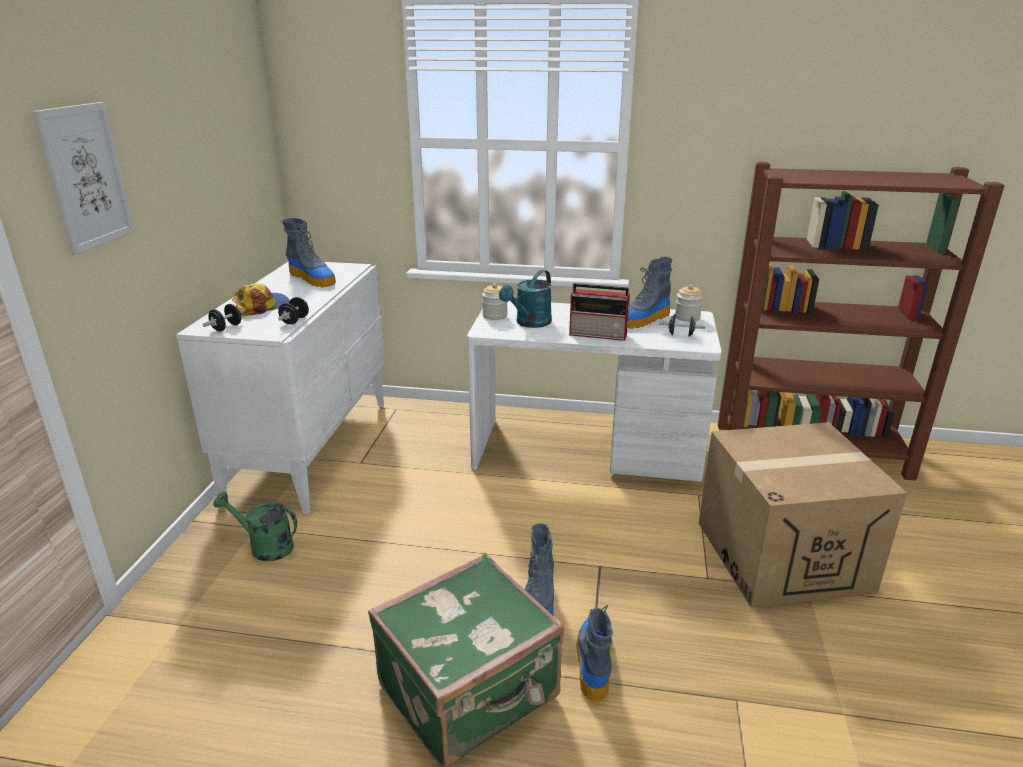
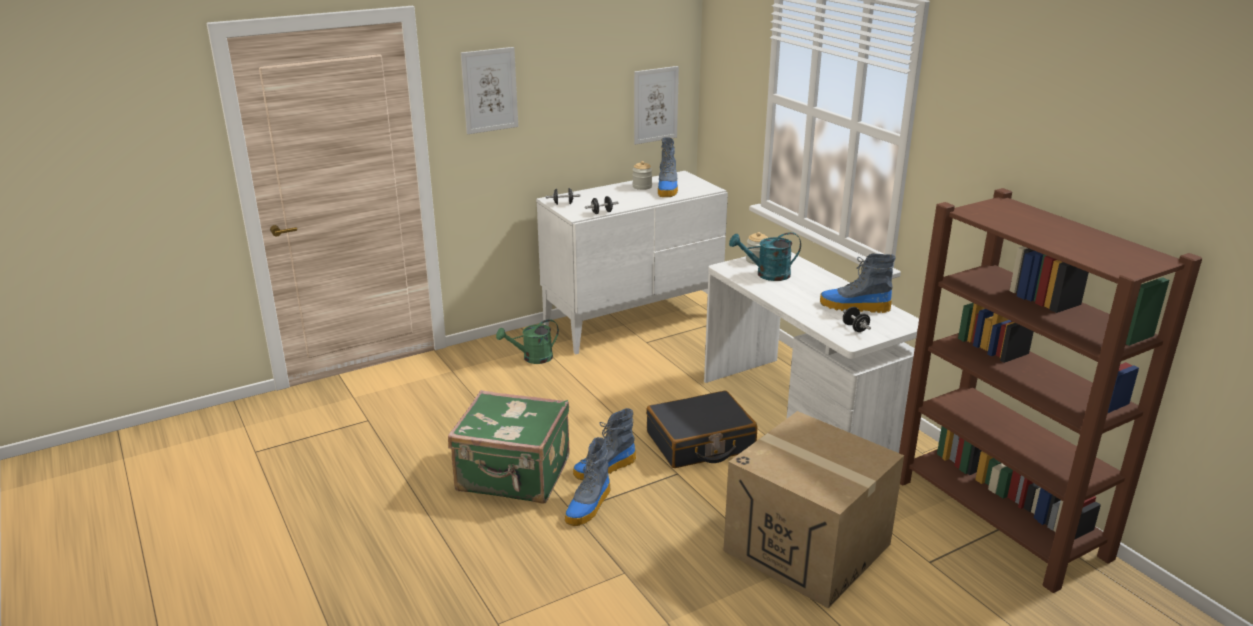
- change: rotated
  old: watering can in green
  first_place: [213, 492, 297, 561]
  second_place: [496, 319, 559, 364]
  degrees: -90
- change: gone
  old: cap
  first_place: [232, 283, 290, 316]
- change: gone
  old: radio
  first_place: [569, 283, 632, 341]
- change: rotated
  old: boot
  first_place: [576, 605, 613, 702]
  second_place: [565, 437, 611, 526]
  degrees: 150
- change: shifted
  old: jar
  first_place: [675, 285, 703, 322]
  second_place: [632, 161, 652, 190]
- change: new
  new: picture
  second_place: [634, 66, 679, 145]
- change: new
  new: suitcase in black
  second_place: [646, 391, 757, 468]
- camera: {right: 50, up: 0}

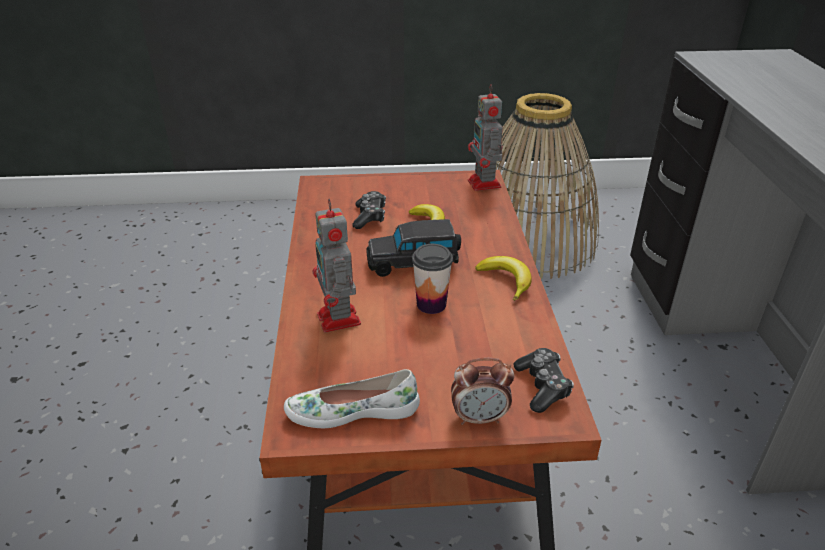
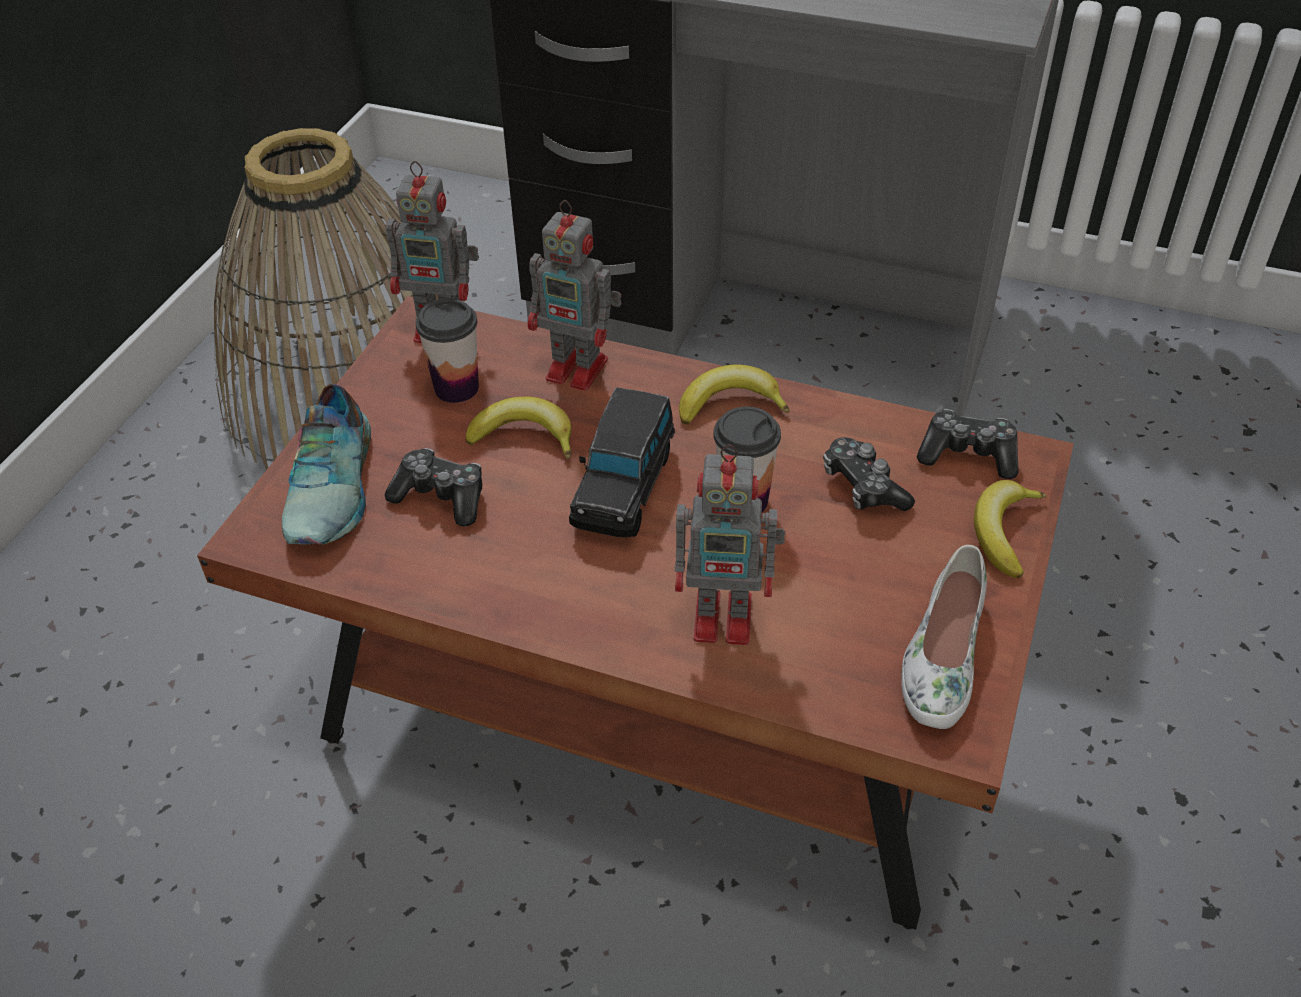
- change: swapped
  old: alarm clock
  new: banana
  first_place: [451, 358, 514, 425]
  second_place: [974, 480, 1047, 578]
- change: new
  new: shoe
  second_place: [282, 384, 371, 544]
- change: new
  new: cup
  second_place: [416, 299, 479, 403]
- change: new
  new: toy robot
  second_place: [527, 200, 622, 391]
- change: new
  new: game controller
  second_place: [823, 437, 915, 511]
- camera: {right: -65, up: 10}

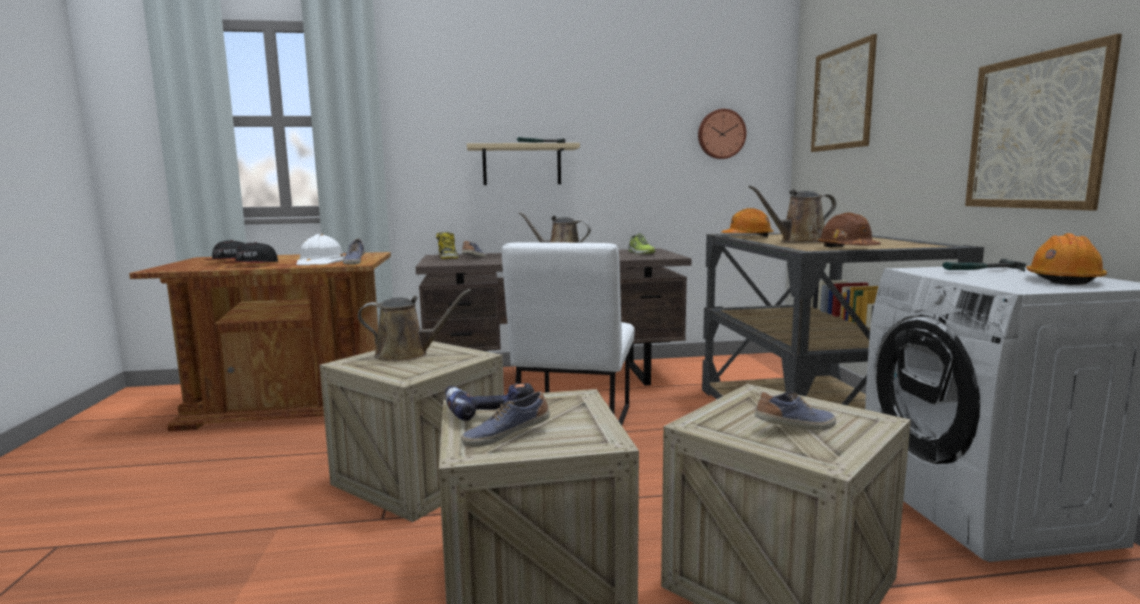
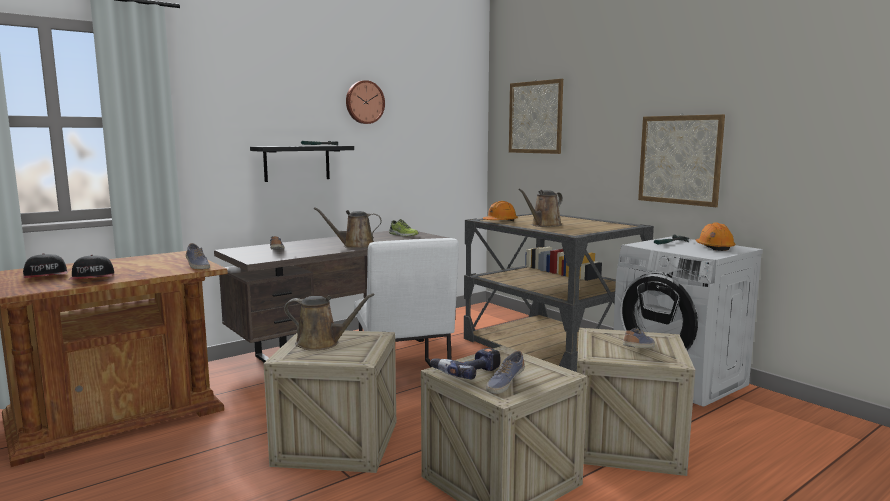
- change: gone
  old: hard hat in white
  first_place: [296, 234, 344, 265]
- change: rotated
  old: watering can in brown
  first_place: [358, 289, 471, 362]
  second_place: [284, 293, 375, 351]
  degrees: 45
- change: gone
  old: boot
  first_place: [436, 232, 458, 259]
- change: repainted
  old: shelf in beige
  new: shelf in black
  first_place: [467, 143, 580, 185]
  second_place: [250, 146, 354, 182]
- change: shifted
  old: wall clock
  first_place: [698, 109, 746, 159]
  second_place: [346, 80, 385, 124]
- change: gone
  old: hard hat in brown
  first_place: [818, 212, 881, 247]
- camera: {right: -30, up: 0}

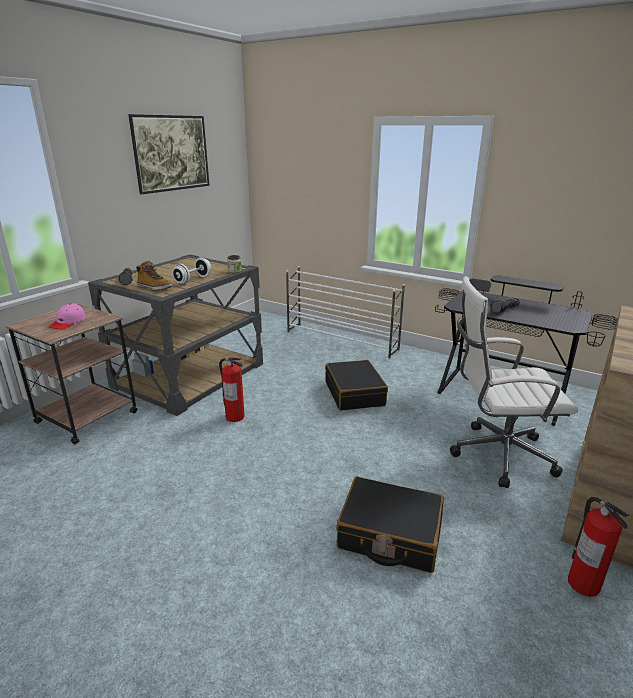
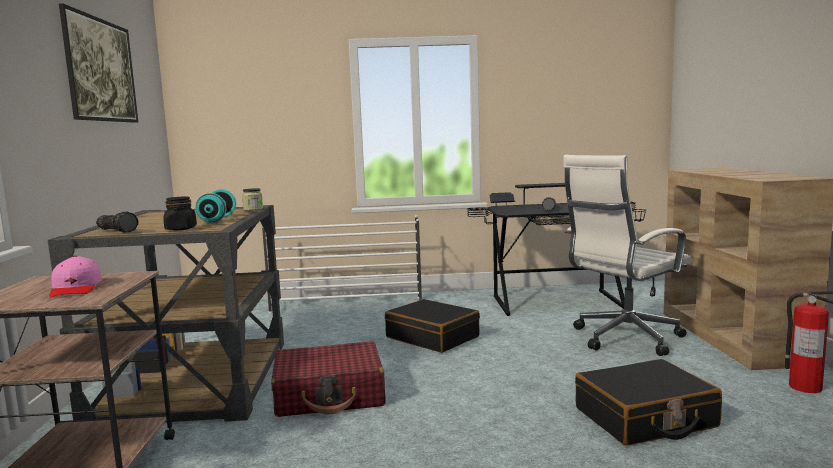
- change: swapped
  old: boot
  new: jar in black
  first_place: [136, 260, 173, 291]
  second_place: [163, 196, 197, 230]
- change: repainted
  old: dumbbell in white
  new: dumbbell in turquoise
  first_place: [172, 258, 211, 284]
  second_place: [195, 189, 236, 223]
- change: swapped
  old: fire extinguisher
  new: suitcase in red
  first_place: [219, 357, 245, 422]
  second_place: [271, 341, 386, 417]
- camera: {right: -35, up: -15}

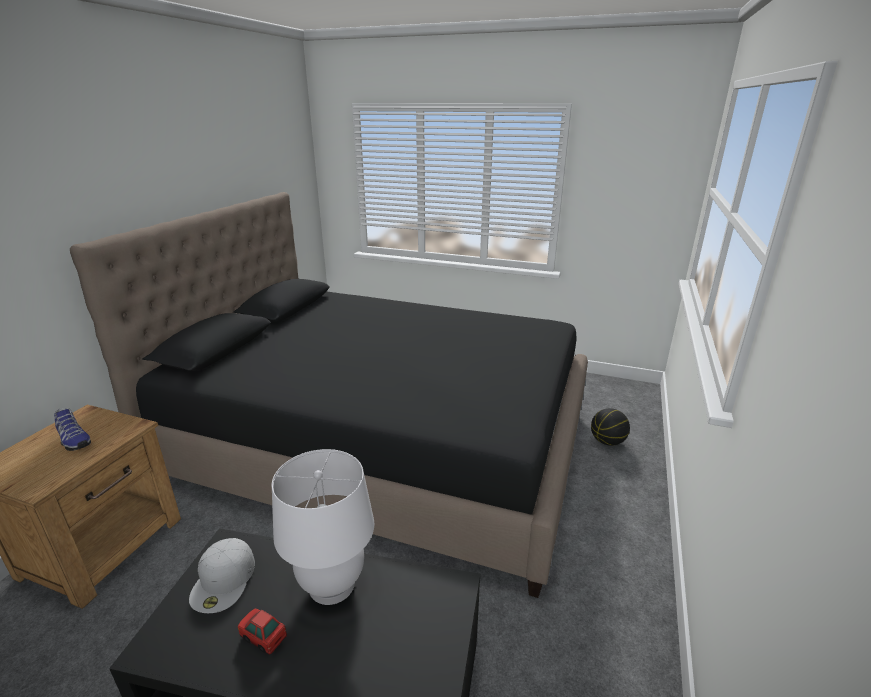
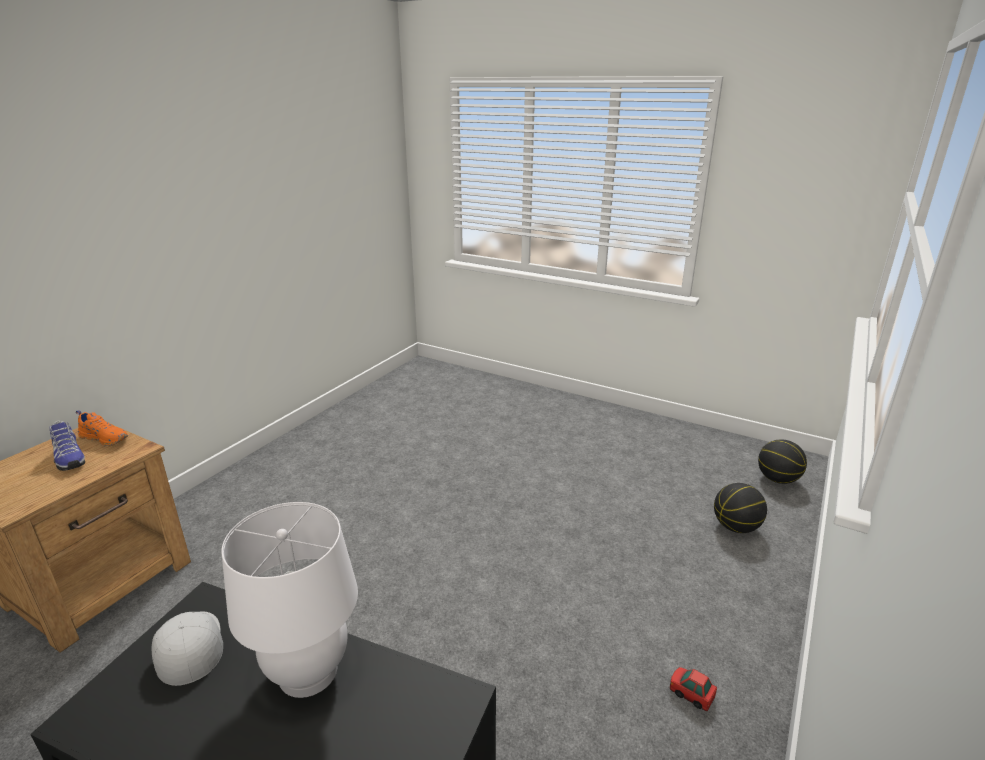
- change: gone
  old: bed in black
  first_place: [70, 192, 588, 598]
- change: rotated
  old: cap in white
  first_place: [189, 538, 255, 613]
  second_place: [152, 612, 223, 686]
  degrees: 135
- change: shifted
  old: toy car
  first_place: [238, 609, 287, 655]
  second_place: [670, 667, 717, 711]
- change: new
  new: shoe in orange
  second_place: [76, 410, 128, 446]
- change: new
  new: basketball
  second_place: [758, 439, 807, 484]
- camera: {right: 10, up: 0}

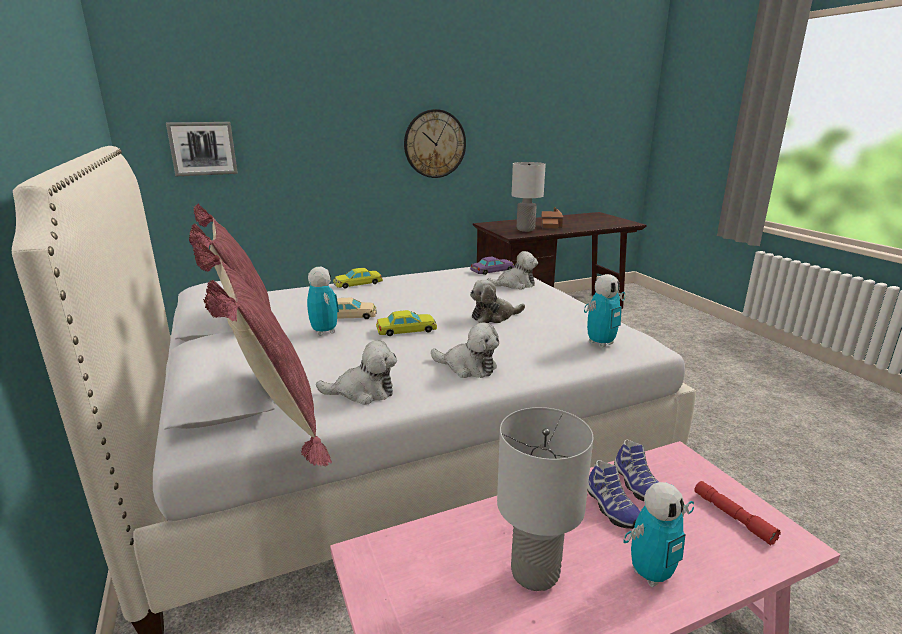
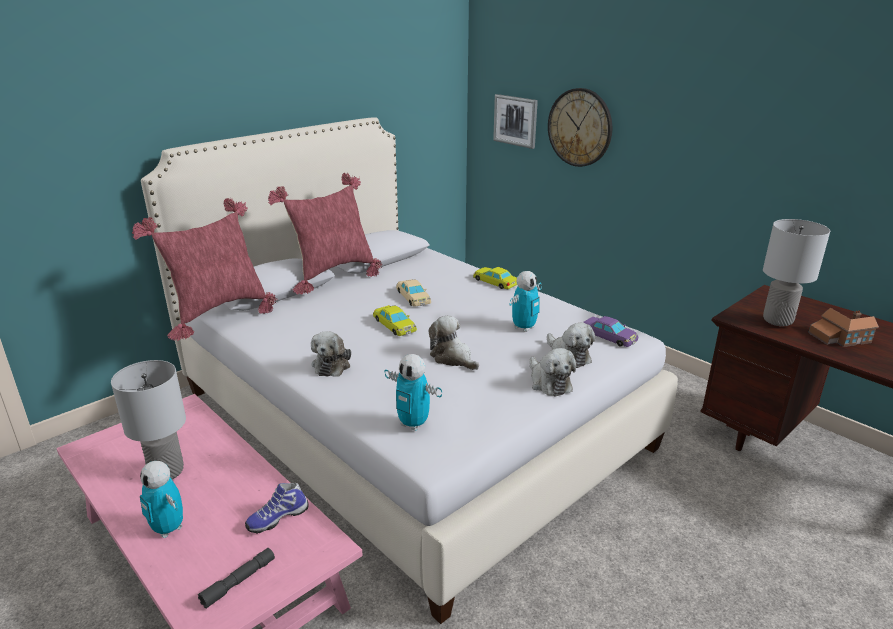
- change: shifted
  old: toy robot
  first_place: [307, 267, 339, 336]
  second_place: [509, 271, 542, 332]
- change: shifted
  old: plush toy
  first_place: [316, 341, 397, 405]
  second_place: [530, 348, 576, 396]
- change: shifted
  old: wall clock
  first_place: [404, 109, 466, 178]
  second_place: [548, 88, 612, 167]
- change: gone
  old: shoe
  first_place: [588, 460, 640, 529]
- change: repainted
  old: flashlight in red
  new: flashlight in grey
  first_place: [694, 481, 781, 545]
  second_place: [198, 548, 275, 609]
- camera: {right: 70, up: 5}

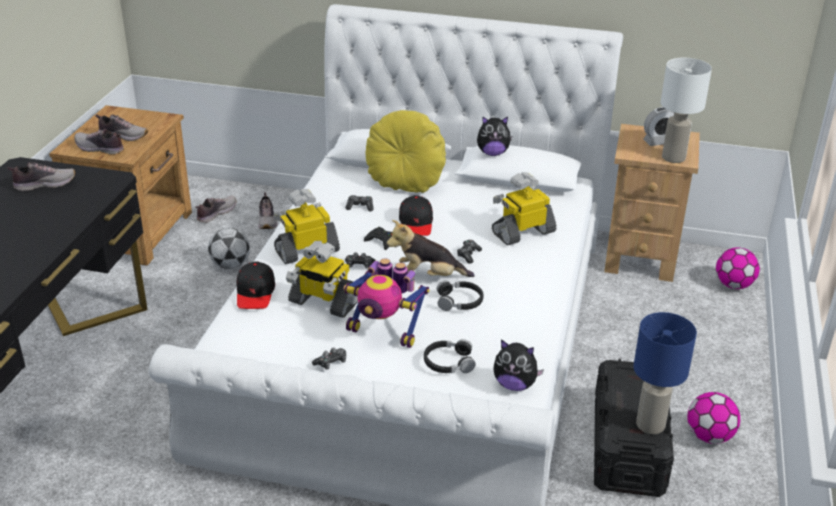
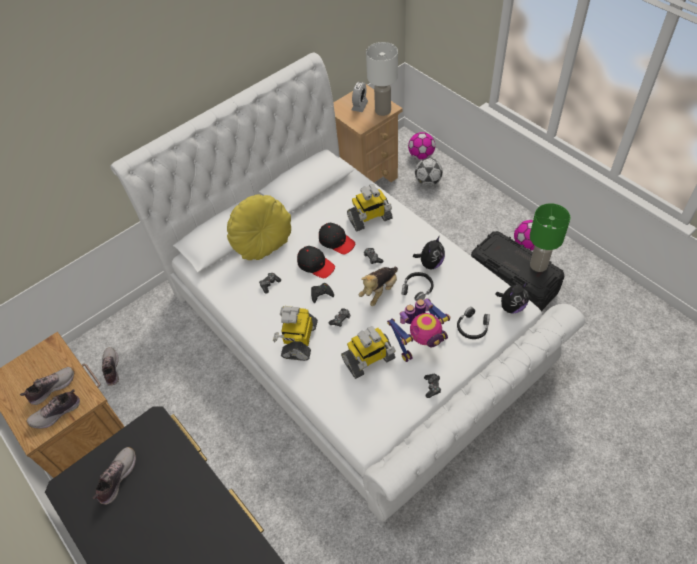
- change: shifted
  old: football
  first_place: [208, 228, 250, 269]
  second_place: [415, 158, 443, 186]
- change: shifted
  old: cap in black
  first_place: [236, 261, 275, 309]
  second_place: [319, 223, 355, 254]
- change: gone
  old: shoe
  first_place: [258, 193, 277, 229]
- change: shifted
  old: plush toy
  first_place: [477, 117, 512, 156]
  second_place: [413, 236, 445, 270]
- change: rotated
  old: toy robot
  first_place: [492, 172, 557, 245]
  second_place: [347, 184, 393, 231]
  degrees: -120
- change: repainted
  old: table lamp in blue
  new: table lamp in green
  first_place: [633, 312, 697, 434]
  second_place: [530, 203, 570, 272]
- camera: {right: -50, up: 20}

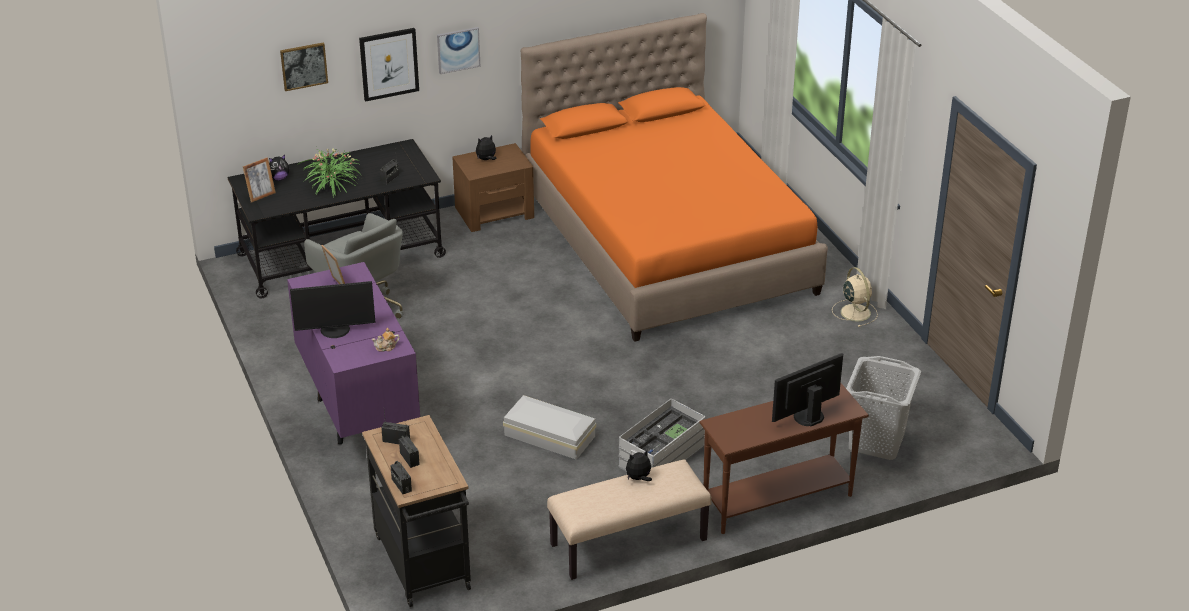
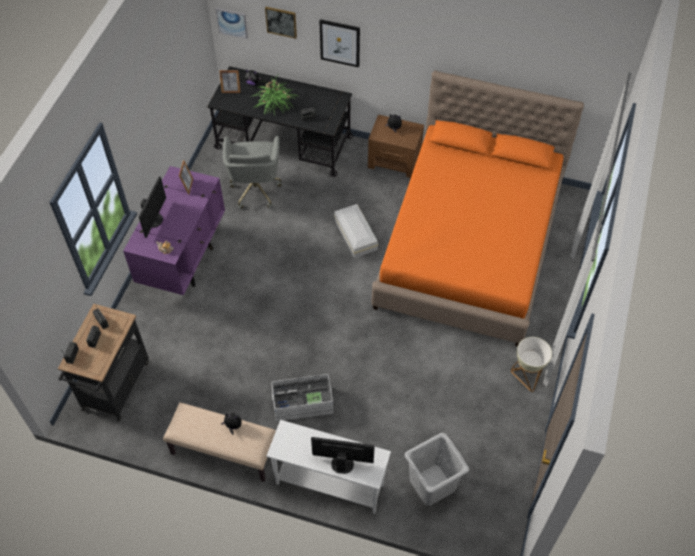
- change: rotated
  old: monitor
  first_place: [290, 281, 376, 338]
  second_place: [139, 176, 166, 238]
  degrees: -105
- change: shifted
  old: picture
  first_place: [437, 27, 480, 74]
  second_place: [216, 8, 248, 39]
- change: shifted
  old: storage box in white
  first_place: [503, 395, 596, 460]
  second_place: [334, 204, 378, 258]
- change: repainted
  old: console table in brown
  new: console table in white
  first_place: [700, 383, 869, 534]
  second_place: [266, 420, 391, 514]
- change: swapped
  old: fan in beige
  new: planter
  first_place: [832, 267, 878, 327]
  second_place: [511, 337, 552, 392]
- camera: {right: 40, up: 20}

